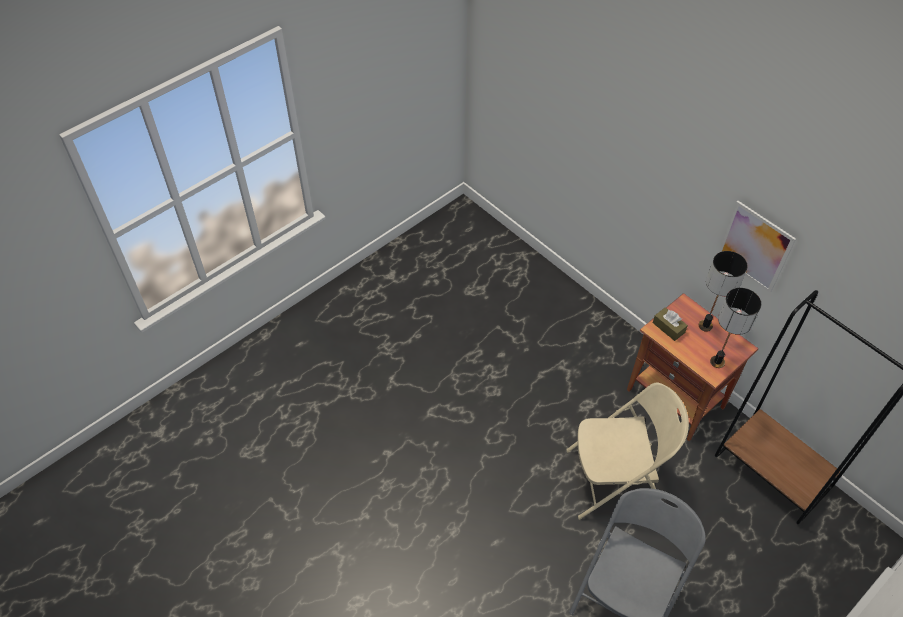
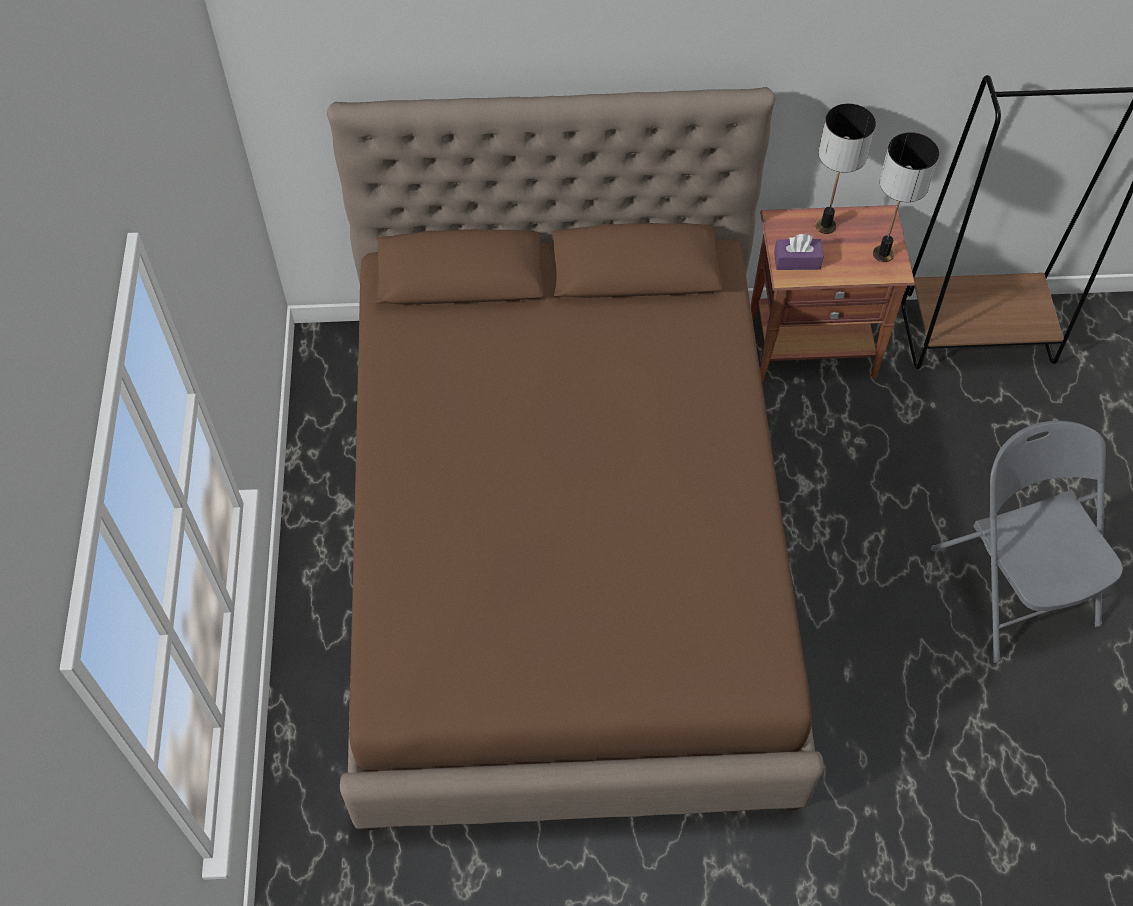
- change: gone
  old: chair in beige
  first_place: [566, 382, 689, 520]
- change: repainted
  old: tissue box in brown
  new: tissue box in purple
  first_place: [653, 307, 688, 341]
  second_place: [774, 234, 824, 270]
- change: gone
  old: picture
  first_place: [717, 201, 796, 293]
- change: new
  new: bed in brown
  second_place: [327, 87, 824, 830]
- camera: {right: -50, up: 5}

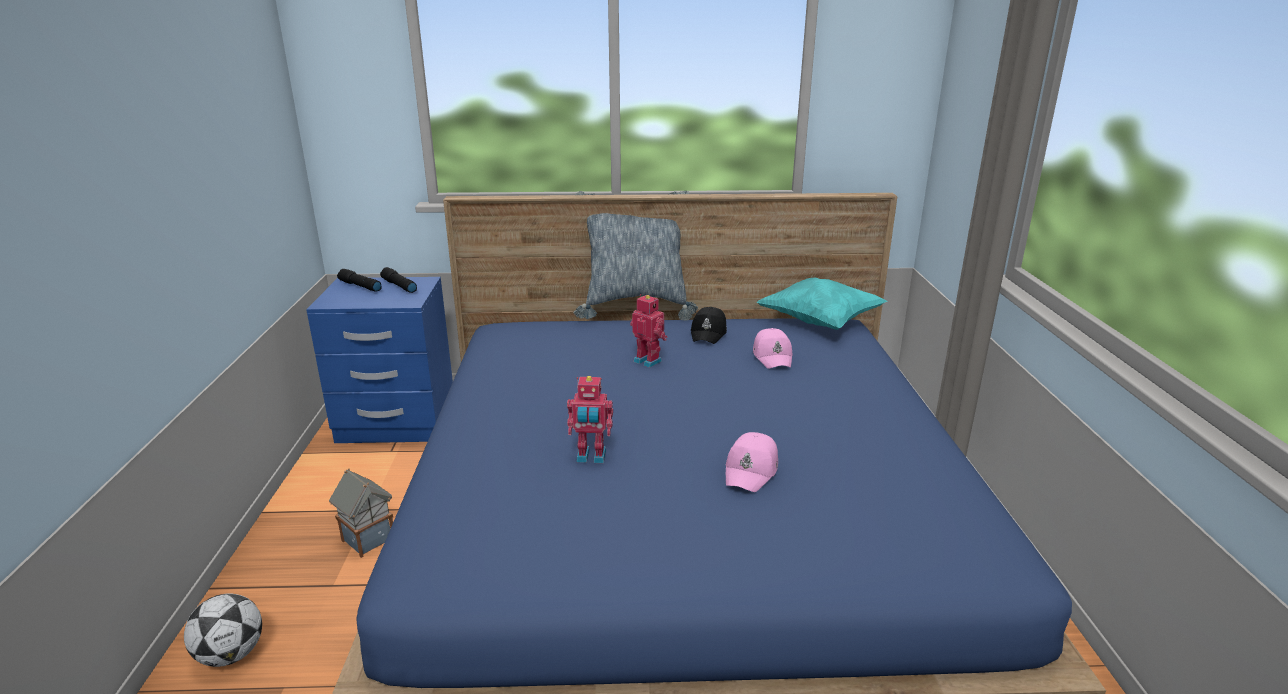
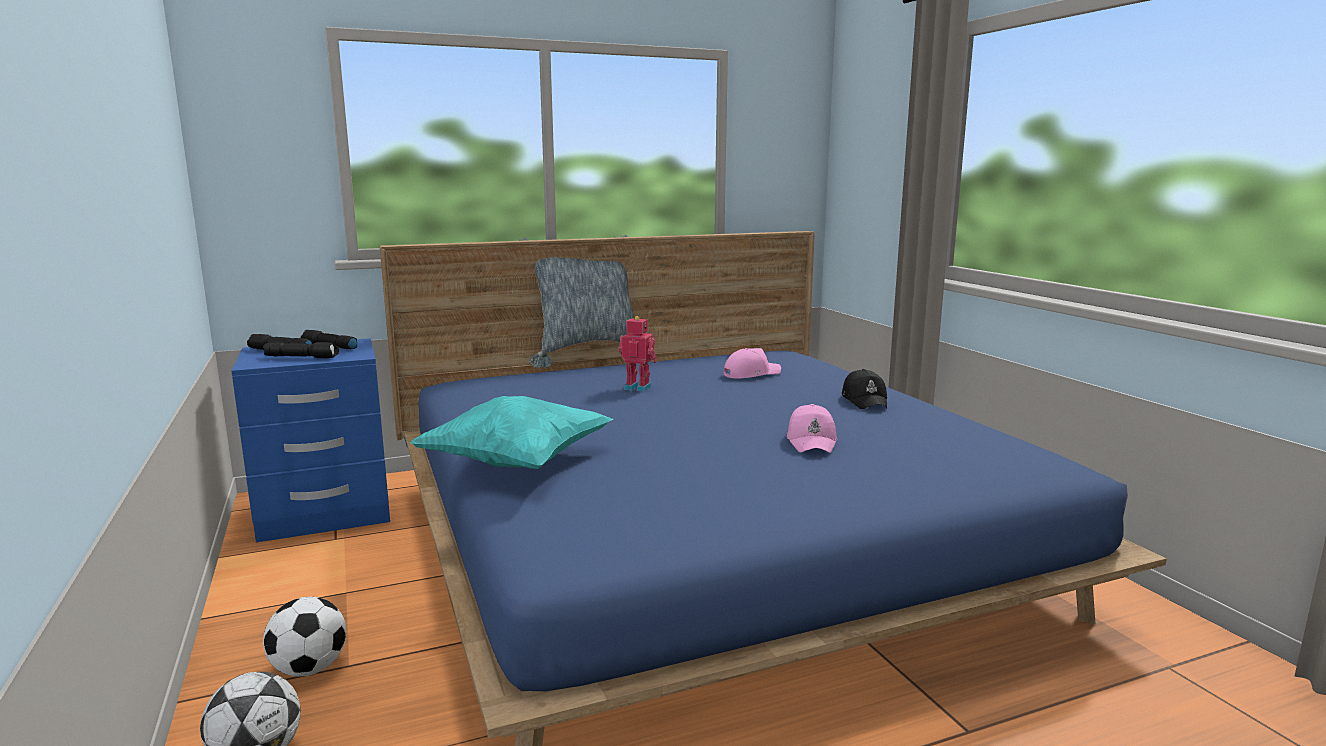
- change: gone
  old: toy house
  first_place: [329, 469, 393, 558]
- change: gone
  old: toy robot
  first_place: [567, 376, 613, 463]
- change: shifted
  old: cap in black
  first_place: [691, 307, 727, 344]
  second_place: [842, 369, 887, 409]
- change: rotated
  old: cap in pink
  first_place: [753, 328, 793, 369]
  second_place: [724, 348, 781, 378]
  degrees: -90
- change: shifted
  old: pillow in turquoise
  first_place: [757, 278, 887, 330]
  second_place: [410, 396, 613, 469]
- change: new
  new: flashlight in black
  second_place: [263, 342, 339, 358]
- change: new
  new: football
  second_place: [263, 597, 346, 677]
- camera: {right: -20, up: -10}

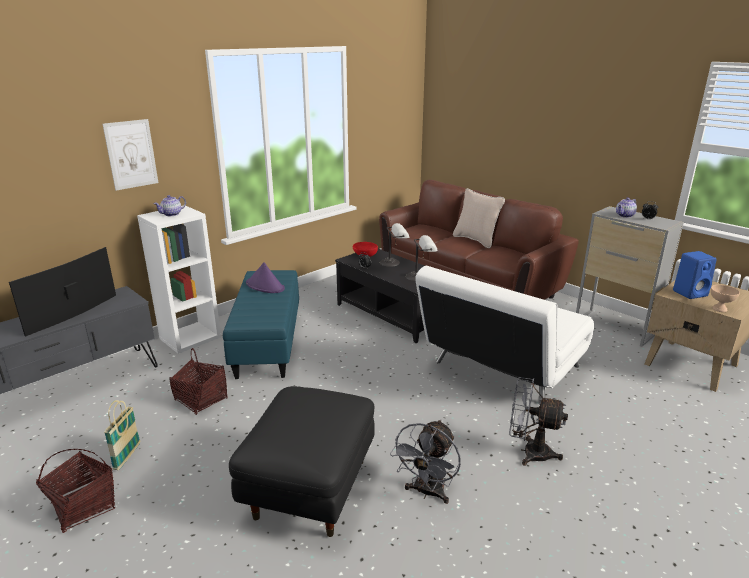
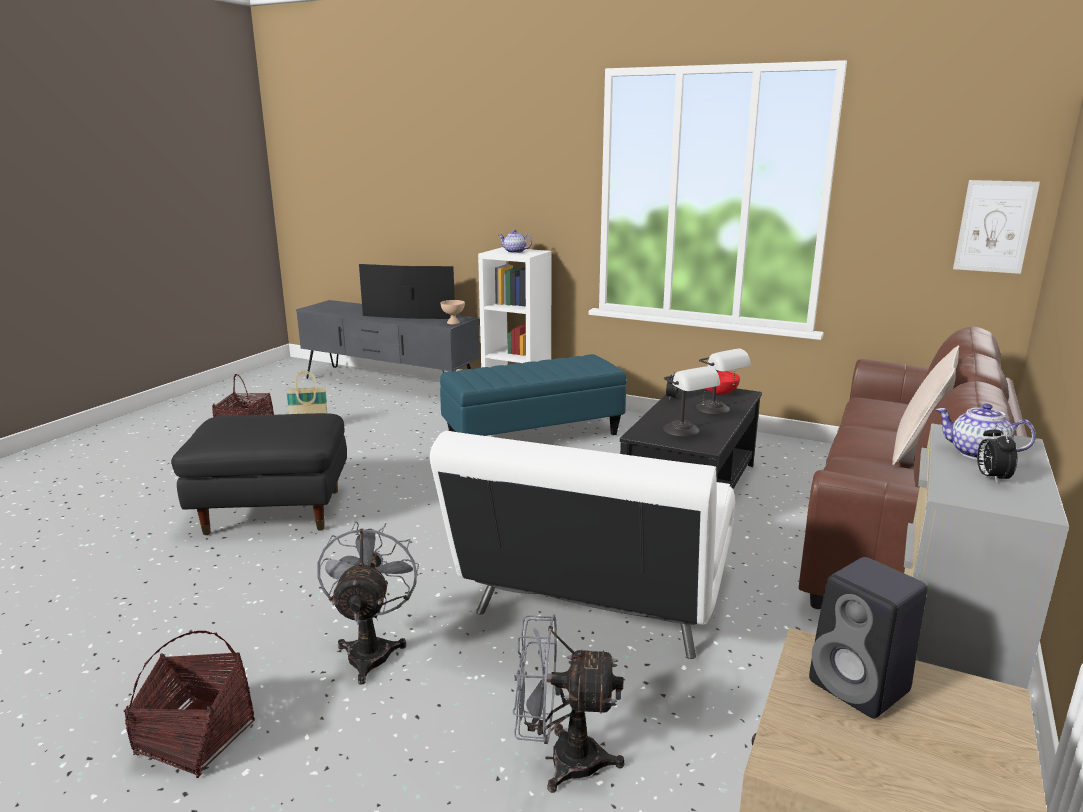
- change: shifted
  old: picture
  first_place: [103, 119, 158, 190]
  second_place: [953, 180, 1040, 274]
- change: shifted
  old: basket
  first_place: [169, 348, 228, 415]
  second_place: [124, 631, 255, 778]
- change: gone
  old: hat in purple
  first_place: [246, 262, 285, 293]
- change: shifted
  old: fan in grey
  first_place: [390, 420, 461, 504]
  second_place: [513, 615, 625, 793]
- change: rotated
  old: armchair in white
  first_place: [415, 266, 594, 403]
  second_place: [430, 431, 735, 659]
  degrees: -90
- change: repainted
  old: speaker in blue
  new: speaker in black
  first_place: [673, 251, 716, 299]
  second_place: [809, 557, 927, 718]
- change: shifted
  old: bowl in beige
  first_place: [711, 285, 740, 312]
  second_place: [440, 300, 465, 325]
- camera: {right: 70, up: -5}

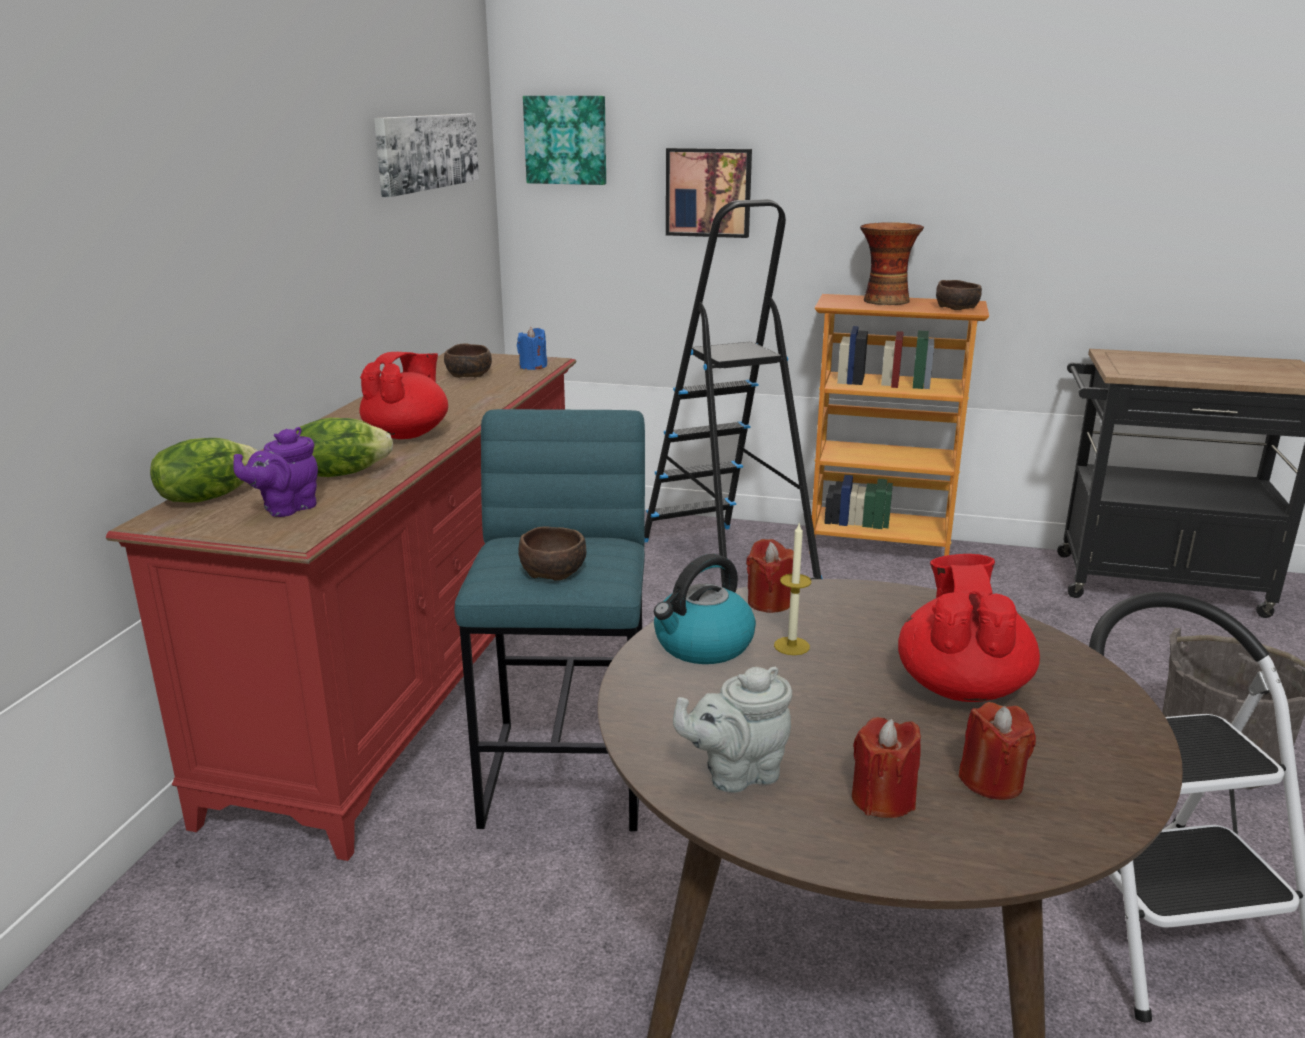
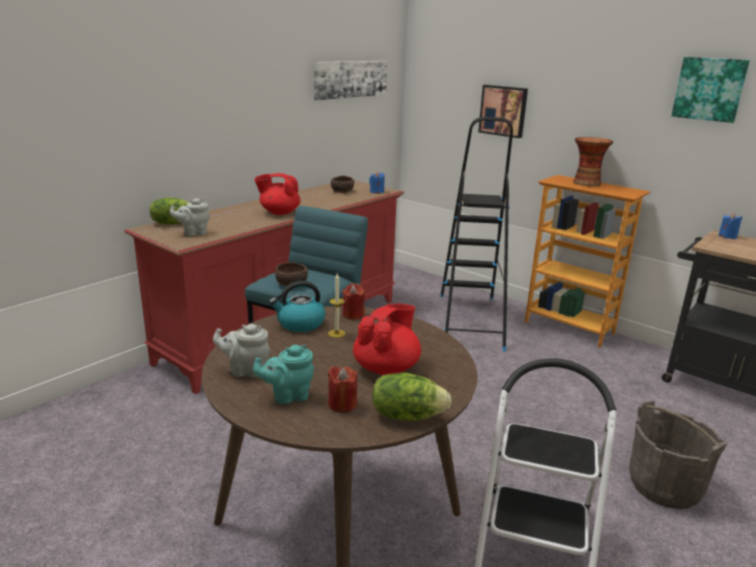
- change: repainted
  old: teapot in purple
  new: teapot in grey
  first_place: [234, 427, 318, 517]
  second_place: [170, 198, 210, 236]
- change: shifted
  old: lettuce
  first_place: [296, 418, 393, 477]
  second_place: [372, 373, 452, 421]
- change: rotated
  old: teapot in red
  first_place: [360, 352, 448, 439]
  second_place: [254, 173, 300, 215]
  degrees: -135
- change: shifted
  old: picture
  first_place: [523, 96, 606, 185]
  second_place: [671, 57, 750, 123]
- change: swapped
  old: candle in red
  new: teapot in turquoise
  first_place: [852, 717, 921, 818]
  second_place: [253, 345, 314, 405]
- change: gone
  old: bowl in brown
  first_place: [936, 280, 982, 310]
- change: new
  new: candle in blue
  second_place: [719, 213, 742, 239]
- camera: {right: 25, up: 0}

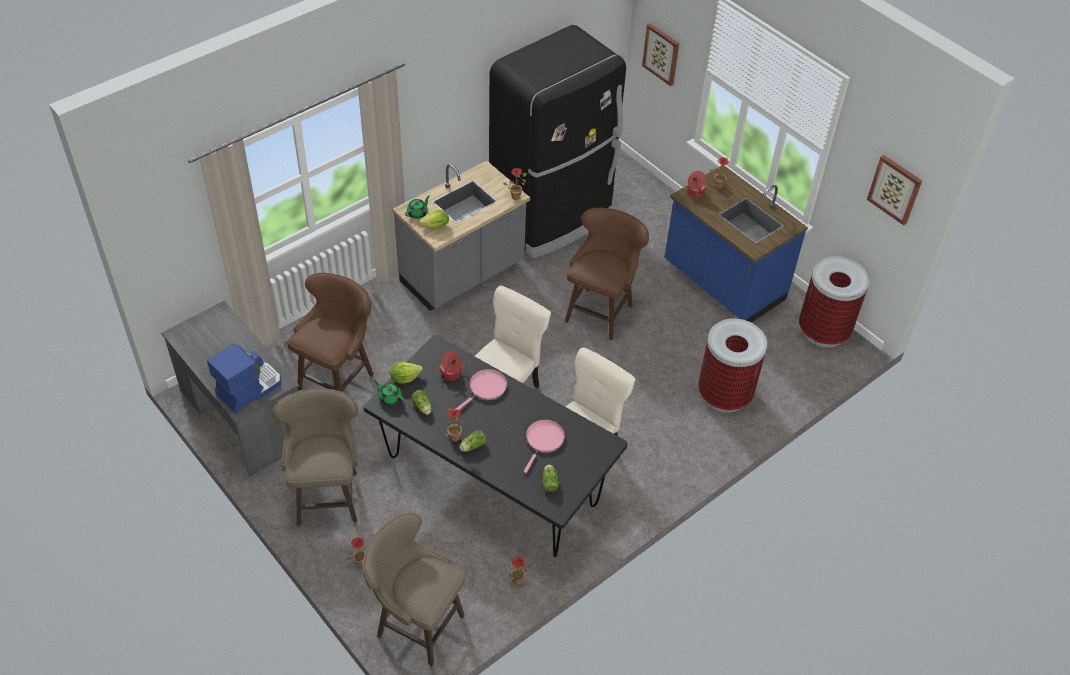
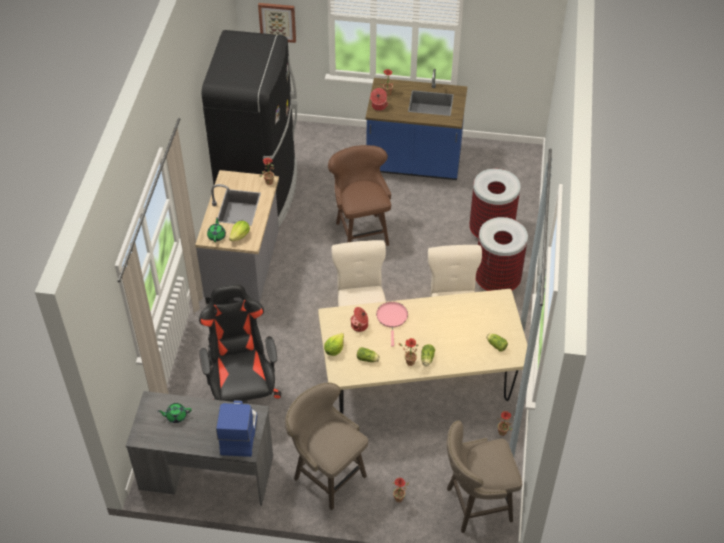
- change: swapped
  old: stool in brown
  new: office chair in black
  first_place: [287, 273, 374, 392]
  second_place: [199, 284, 281, 404]
- change: repainted
  old: dining table in black
  new: dining table in beige
  first_place: [363, 335, 628, 557]
  second_place: [318, 289, 527, 414]
- change: shifted
  old: teapot in green
  first_place: [374, 380, 404, 405]
  second_place: [157, 403, 191, 423]
- change: gone
  old: frying pan in pink
  first_place: [523, 419, 565, 473]
- change: shifted
  old: trash can
  first_place: [799, 256, 870, 347]
  second_place: [476, 217, 528, 291]
- change: gone
  old: picture
  first_place: [867, 155, 922, 225]
- camera: {right: -40, up: 0}

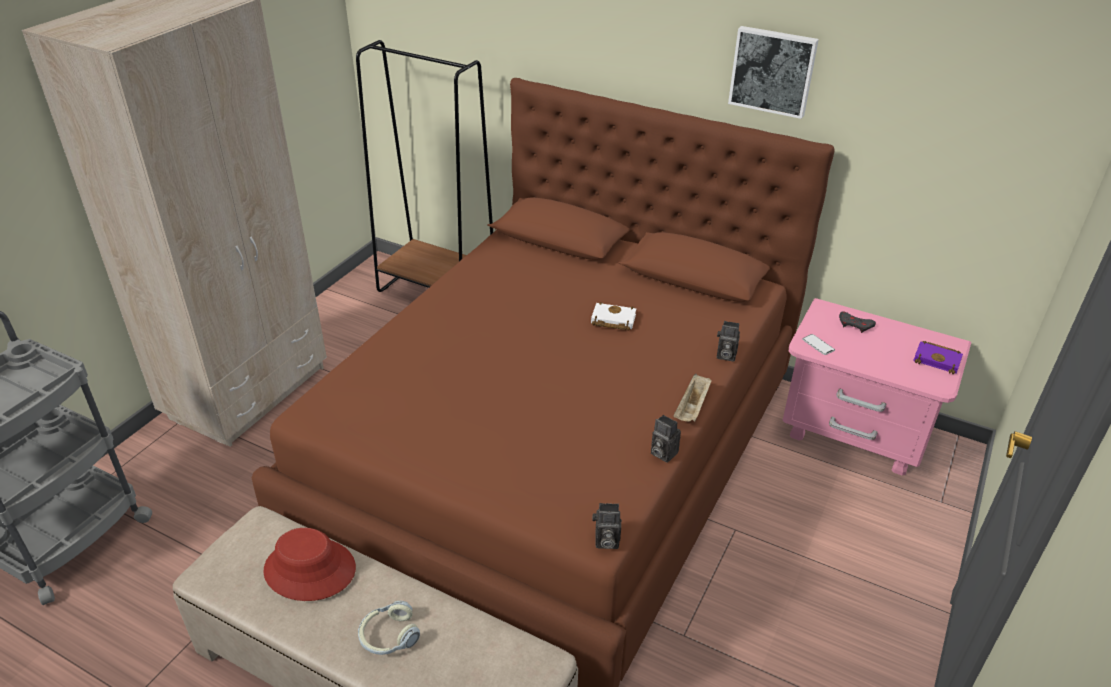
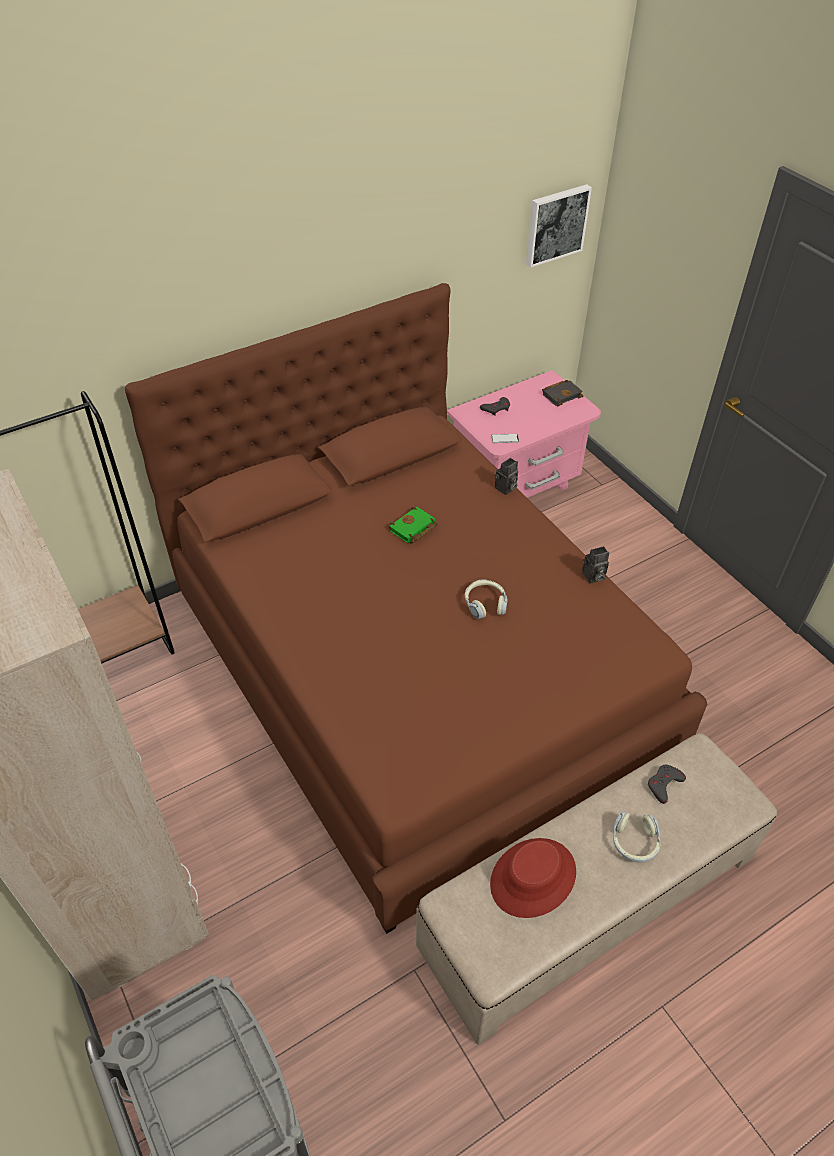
- change: repainted
  old: book in white
  new: book in green
  first_place: [591, 302, 636, 331]
  second_place: [388, 507, 438, 544]
- change: gone
  old: photo camera
  first_place: [592, 503, 622, 549]
- change: gone
  old: tray in beige
  first_place: [673, 374, 712, 422]
- change: shifted
  old: picture
  first_place: [728, 26, 819, 119]
  second_place: [526, 184, 592, 268]
- change: repainted
  old: book in purple
  new: book in black
  first_place: [913, 341, 963, 374]
  second_place: [542, 380, 583, 406]
- change: new
  new: headphones
  second_place: [465, 579, 508, 619]
- change: new
  new: game controller in grey
  second_place: [648, 765, 686, 804]
- camera: {right: -60, up: 10}

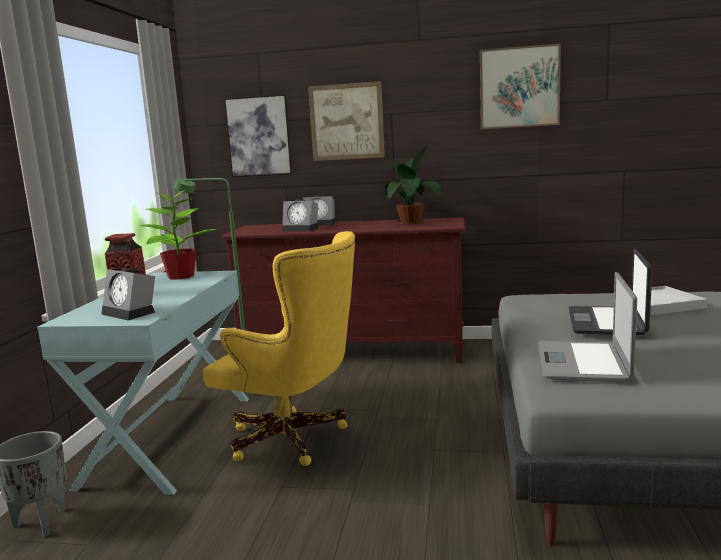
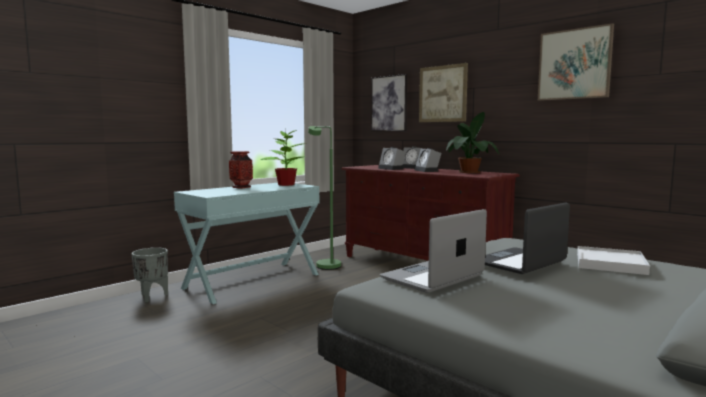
- change: shifted
  old: alarm clock
  first_place: [101, 268, 155, 320]
  second_place: [415, 148, 442, 172]
- change: gone
  old: office chair in yellow
  first_place: [203, 231, 355, 466]
- camera: {right: 35, up: -5}

